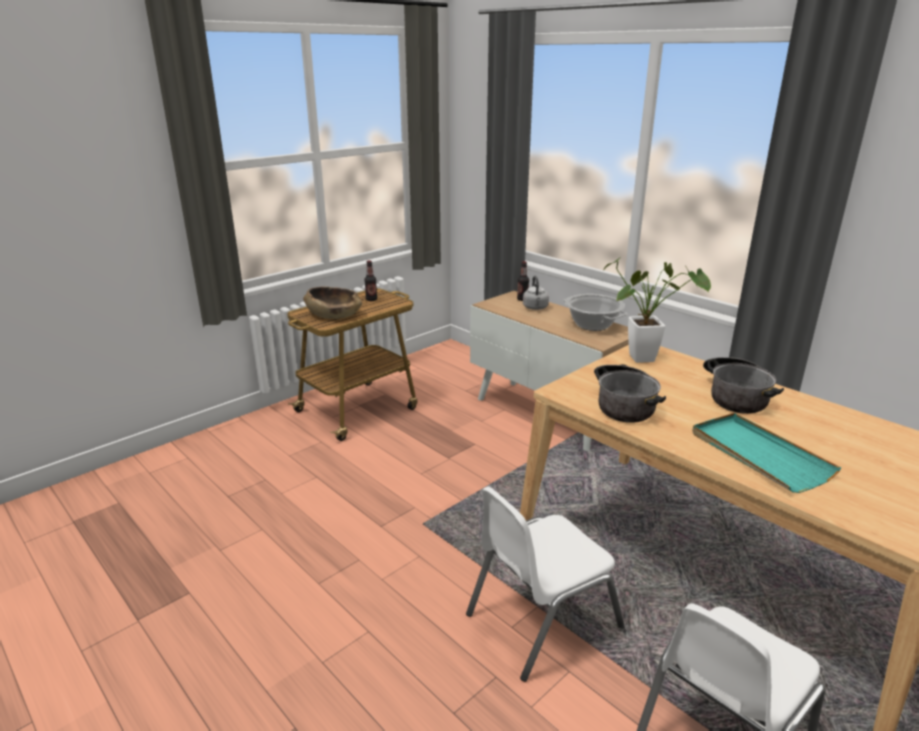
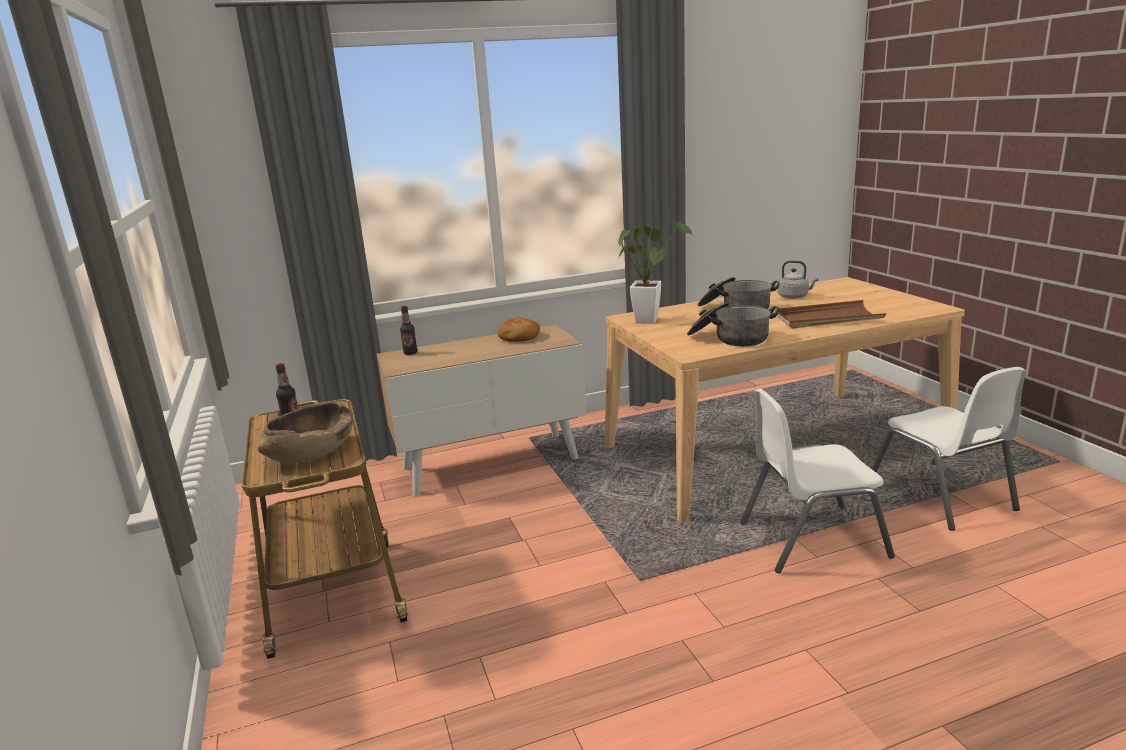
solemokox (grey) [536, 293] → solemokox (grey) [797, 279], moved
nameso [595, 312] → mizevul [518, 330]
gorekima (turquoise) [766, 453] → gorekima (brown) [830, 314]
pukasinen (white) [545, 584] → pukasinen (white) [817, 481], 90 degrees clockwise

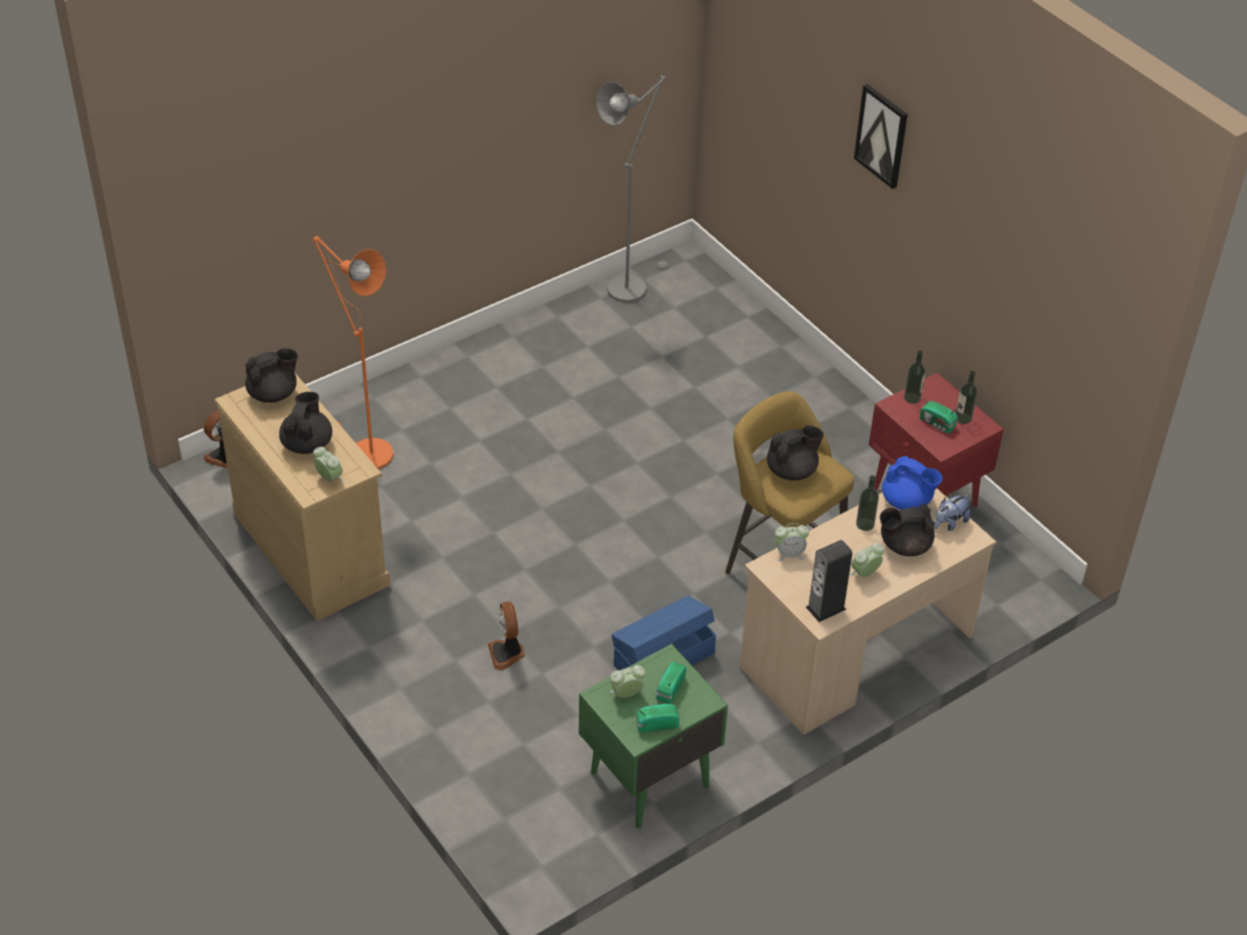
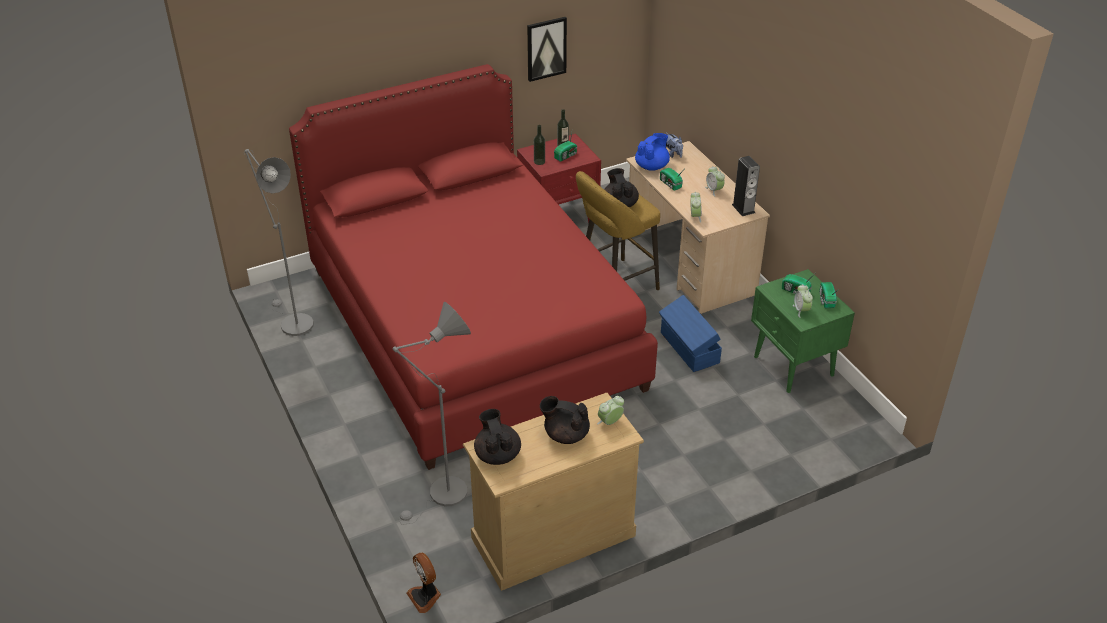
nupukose [506, 636] → -
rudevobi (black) [907, 529] → -
- → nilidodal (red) [473, 267]
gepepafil [881, 136] → gepepafil [547, 49], moved
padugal [867, 503] → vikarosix [671, 179]
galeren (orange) [353, 352] → galeren (grey) [431, 413]

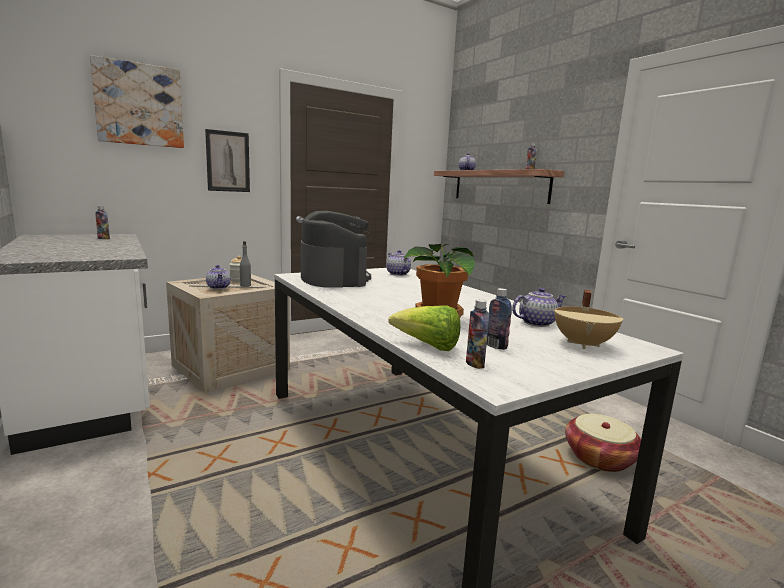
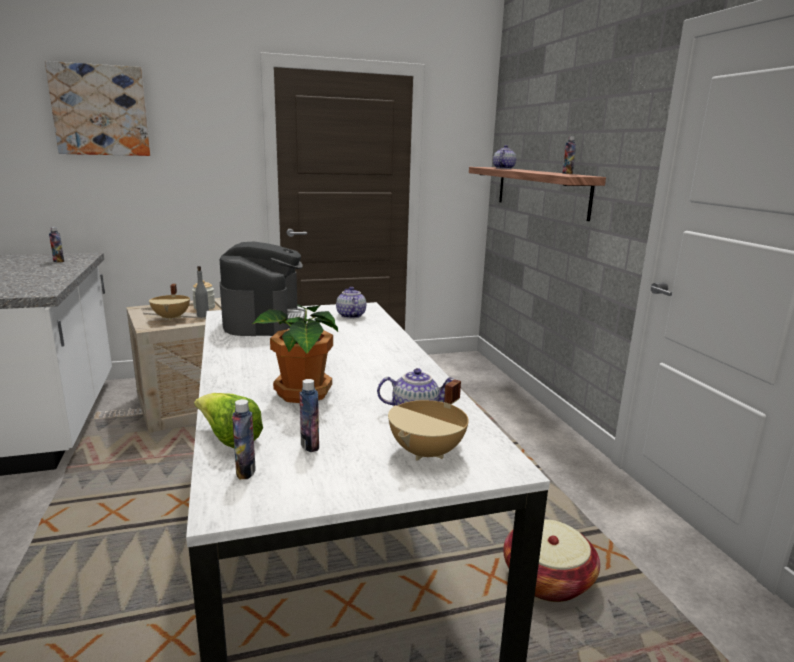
gepepafil [227, 160] → -
rudevobi [218, 277] → nameso (beige) [169, 302]

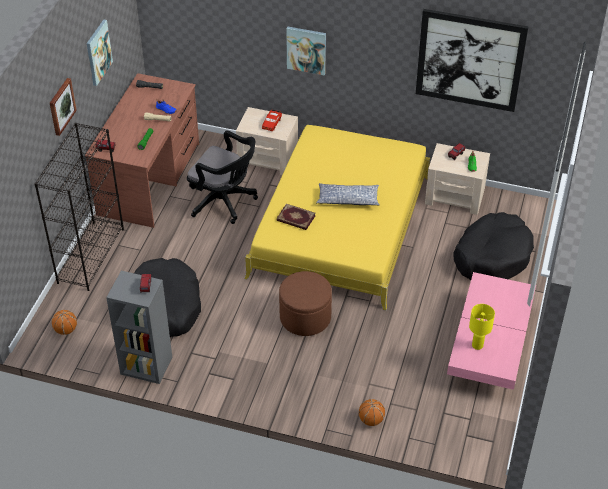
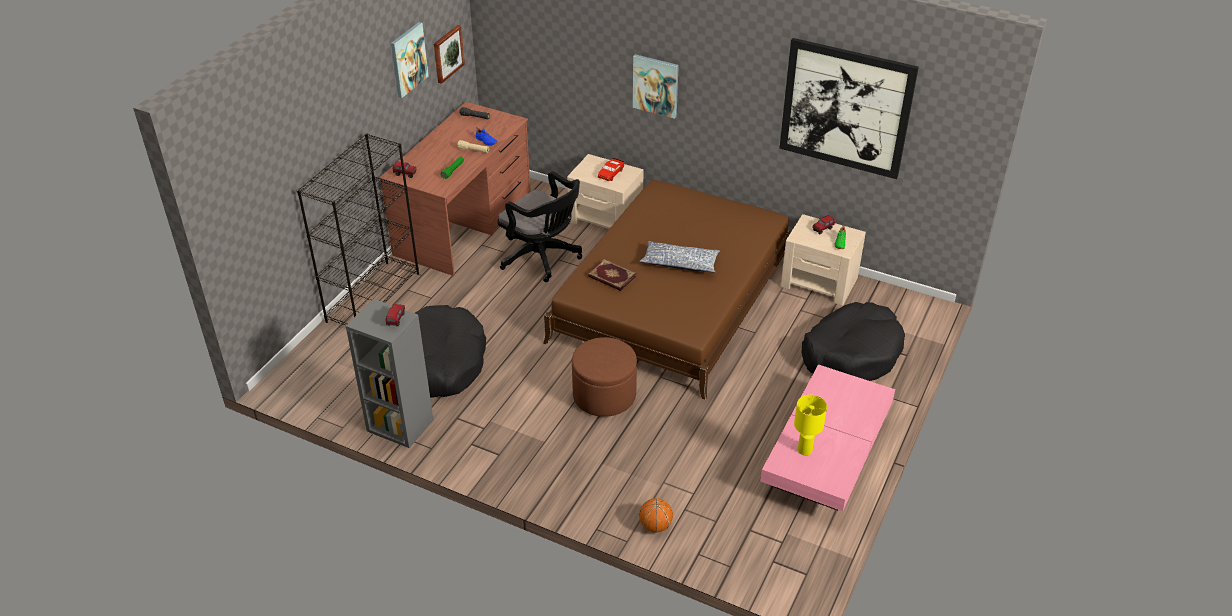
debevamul [64, 322] → -
gepepafil [63, 107] → gepepafil [449, 54], moved
nilidodal (yellow) [337, 217] → nilidodal (brown) [667, 290]

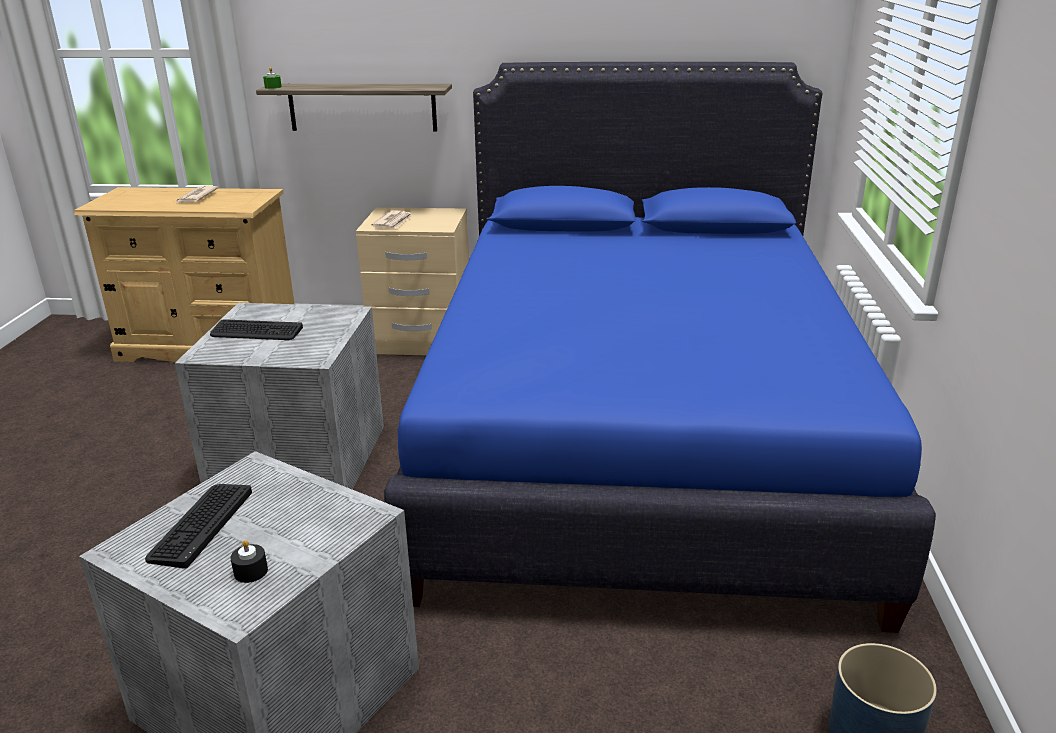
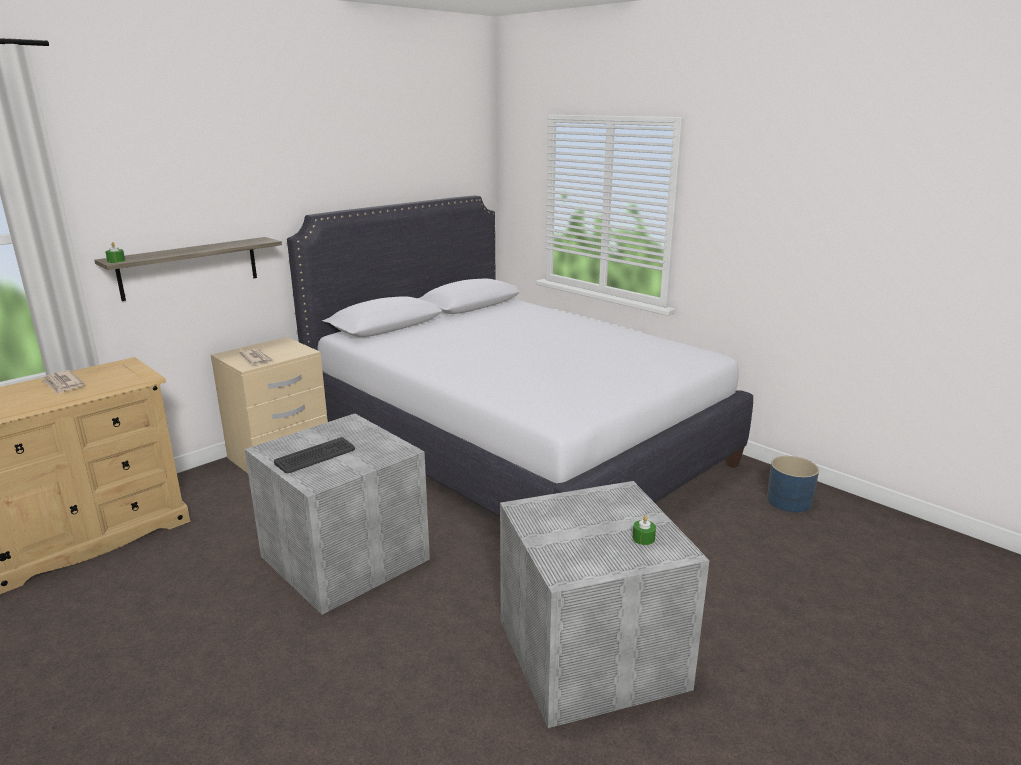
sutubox [198, 526] → -
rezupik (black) [249, 561] → rezupik (green) [644, 530]
nilidodal (blue) [660, 347] → nilidodal (white) [520, 356]

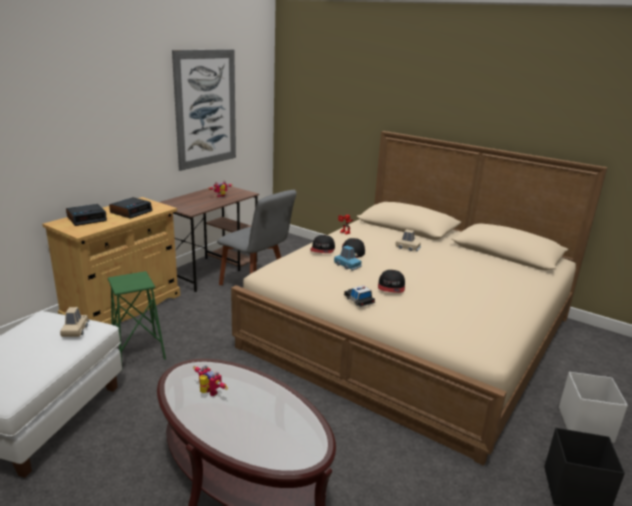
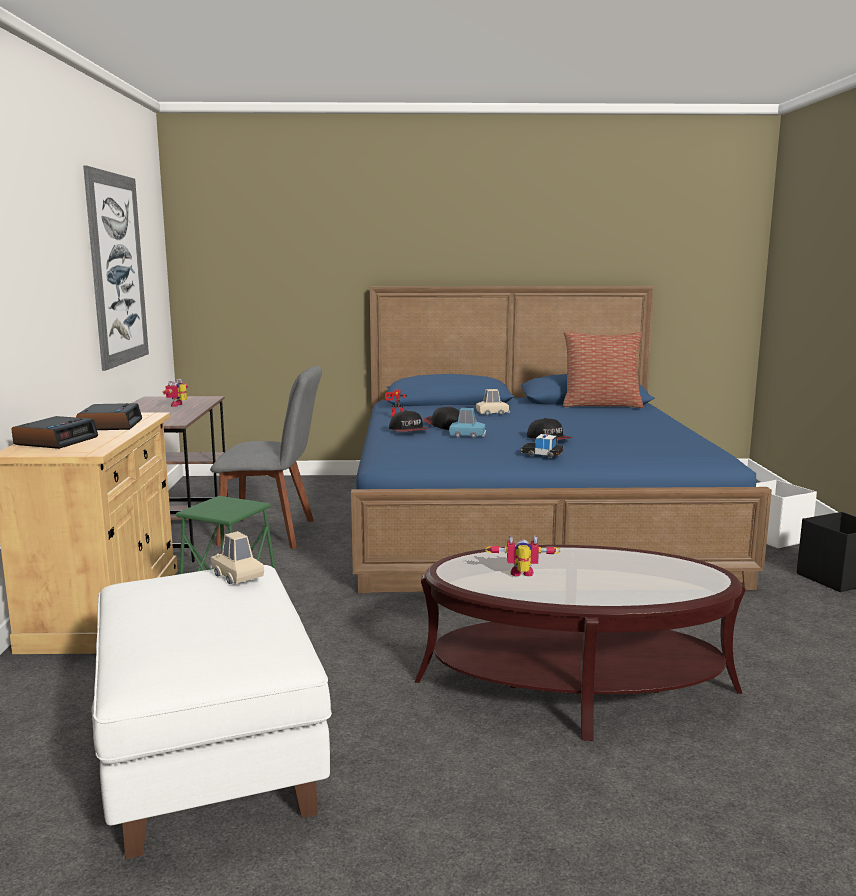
- → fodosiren [603, 369]
nilidodal (beige) [419, 298] → nilidodal (blue) [561, 439]

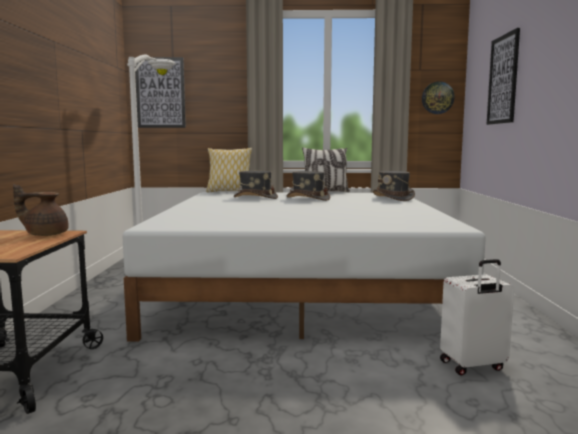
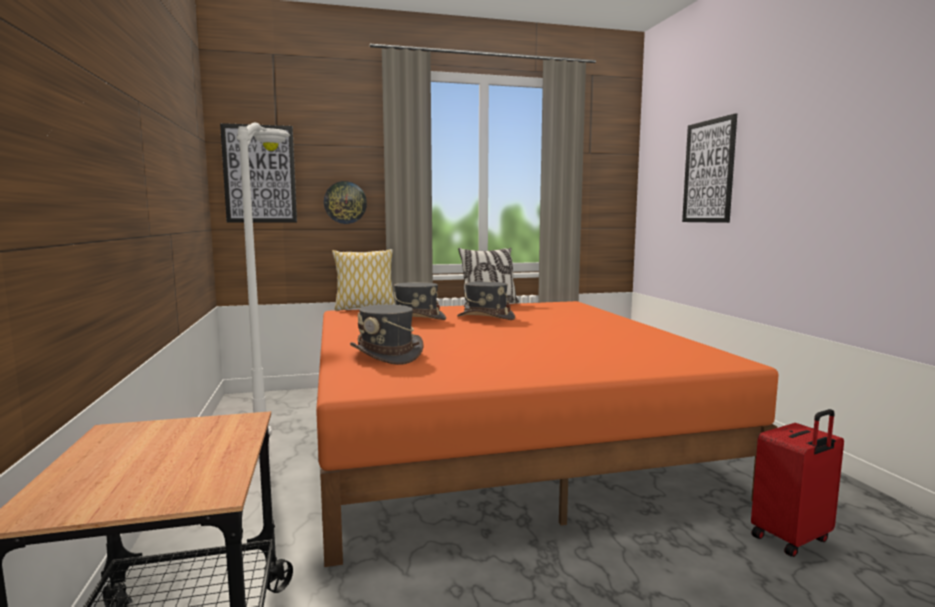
rudevobi (brown) [41, 210] → -
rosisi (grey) [394, 186] → rosisi (grey) [387, 334], moved
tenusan [438, 97] → tenusan [345, 202], moved
nilidodal (white) [304, 267] → nilidodal (orange) [547, 434]
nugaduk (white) [477, 317] → nugaduk (red) [797, 483]

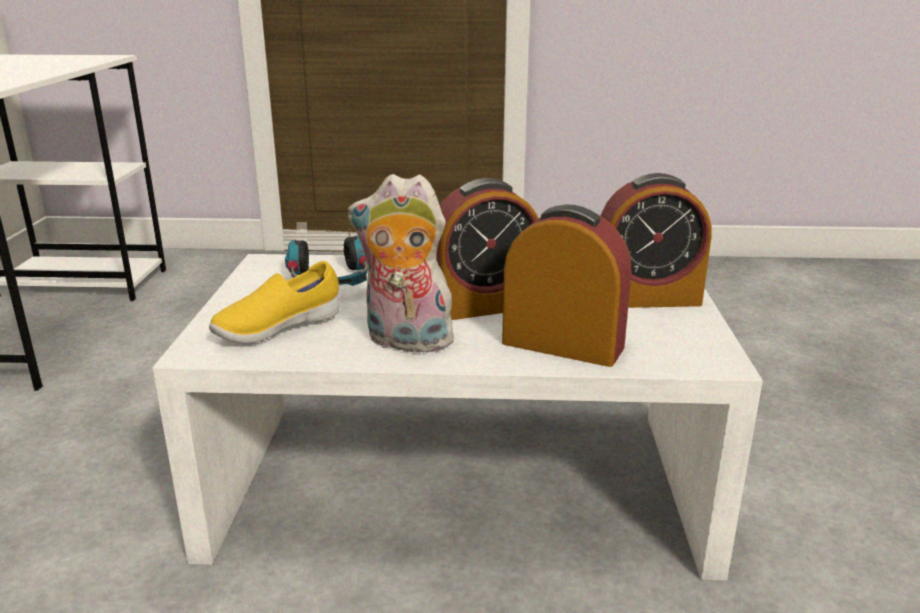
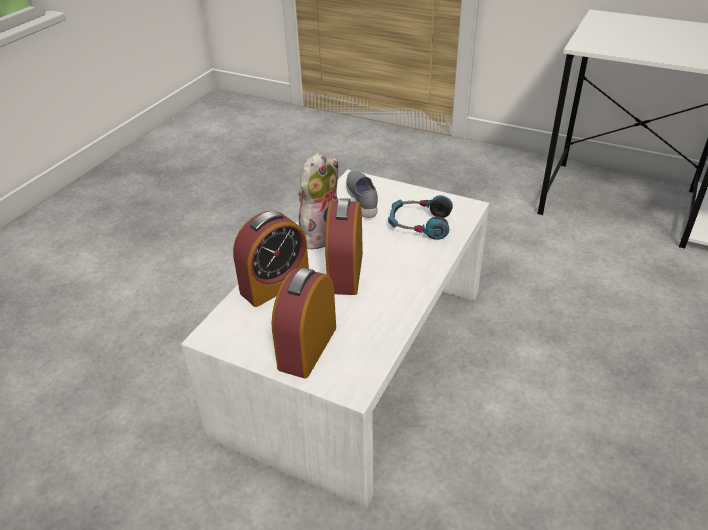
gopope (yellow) [274, 302] → gopope (grey) [362, 194]

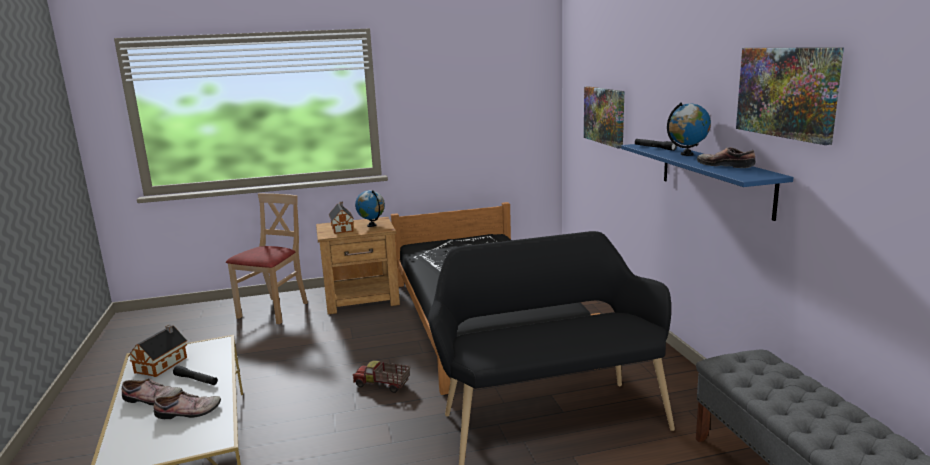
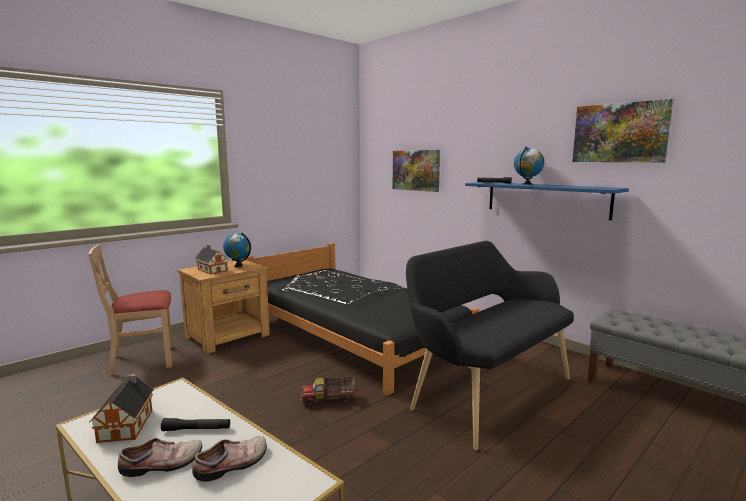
gopope [726, 157] → -
pukasinen (beige) [267, 258] → pukasinen (beige) [131, 310], 105 degrees counterclockwise

